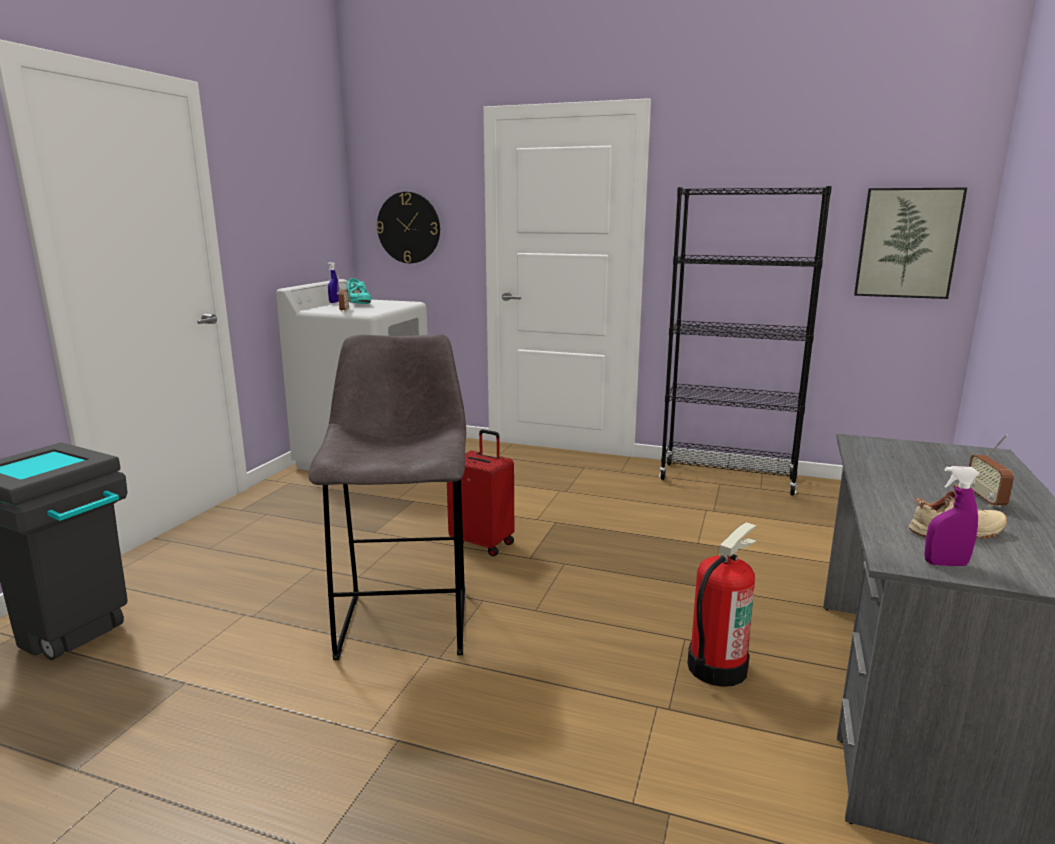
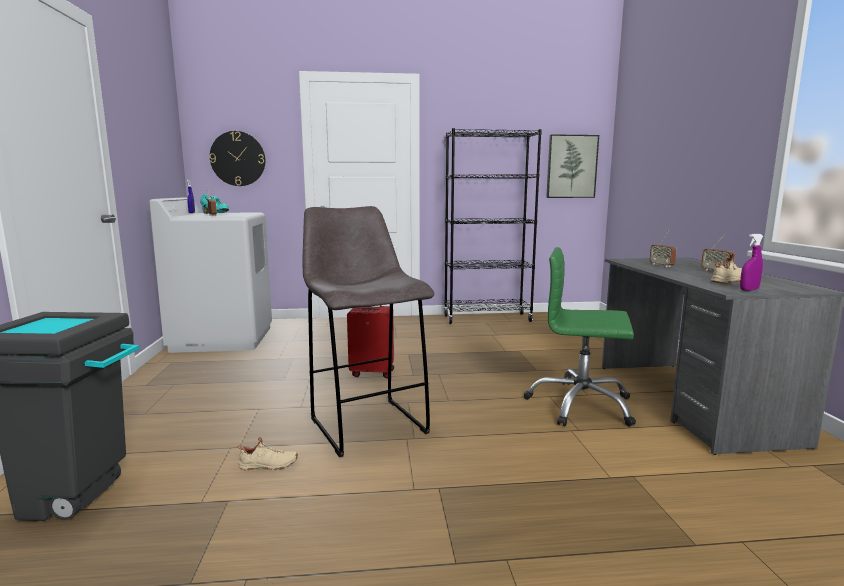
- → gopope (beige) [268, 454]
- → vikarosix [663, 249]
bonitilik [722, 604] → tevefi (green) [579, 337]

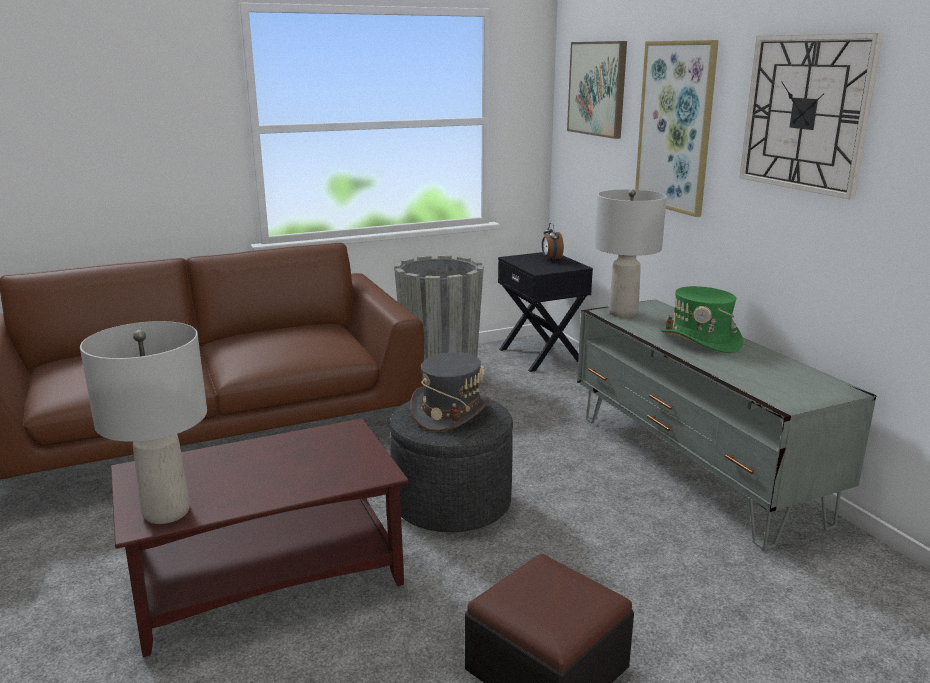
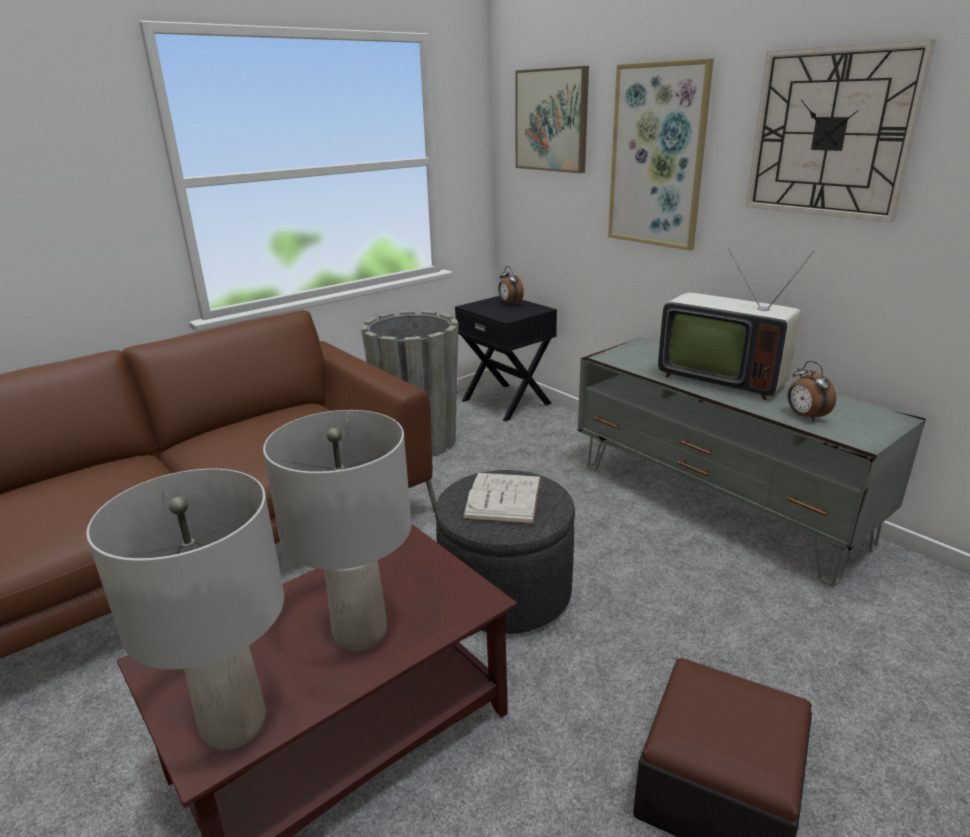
- → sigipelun [811, 391]
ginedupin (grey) [631, 253] → ginedupin (grey) [337, 530], moved
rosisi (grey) [451, 392] → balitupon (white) [502, 498]
rosisi (green) [702, 319] → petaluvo [736, 324]

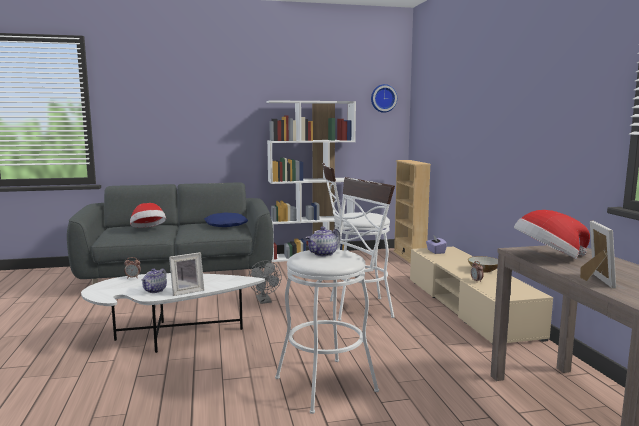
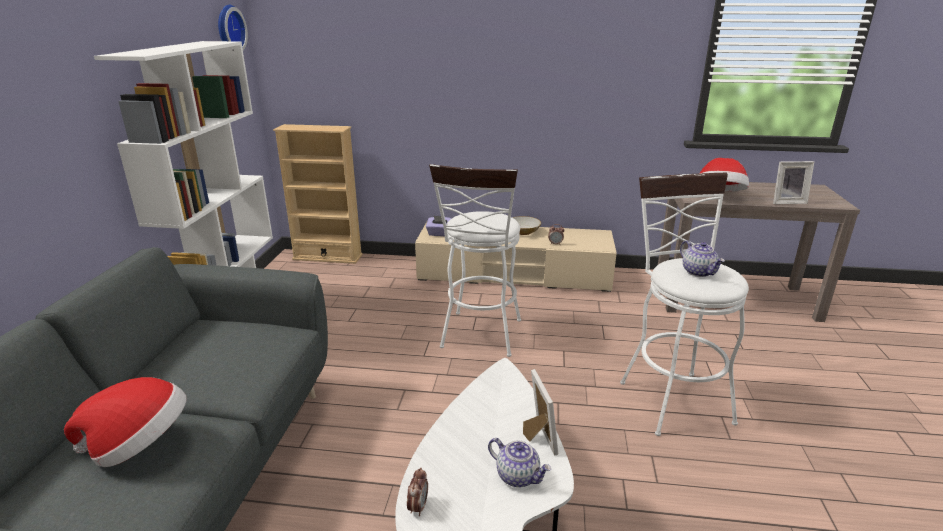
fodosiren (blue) [226, 220] → -
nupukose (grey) [265, 282] → -
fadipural [598, 254] → fadipural [793, 182], 150 degrees clockwise

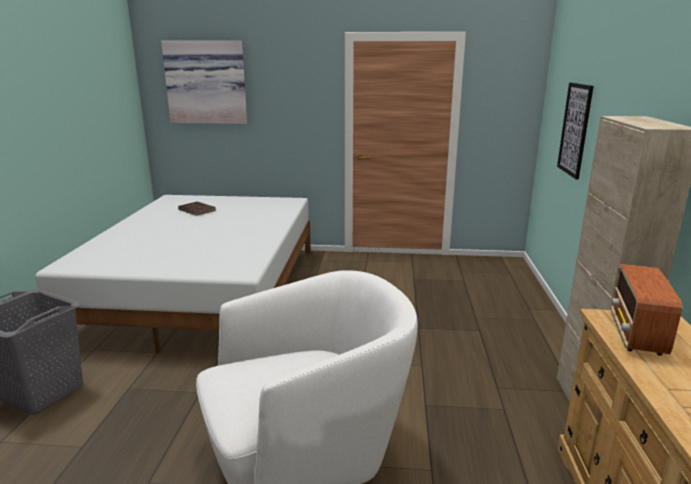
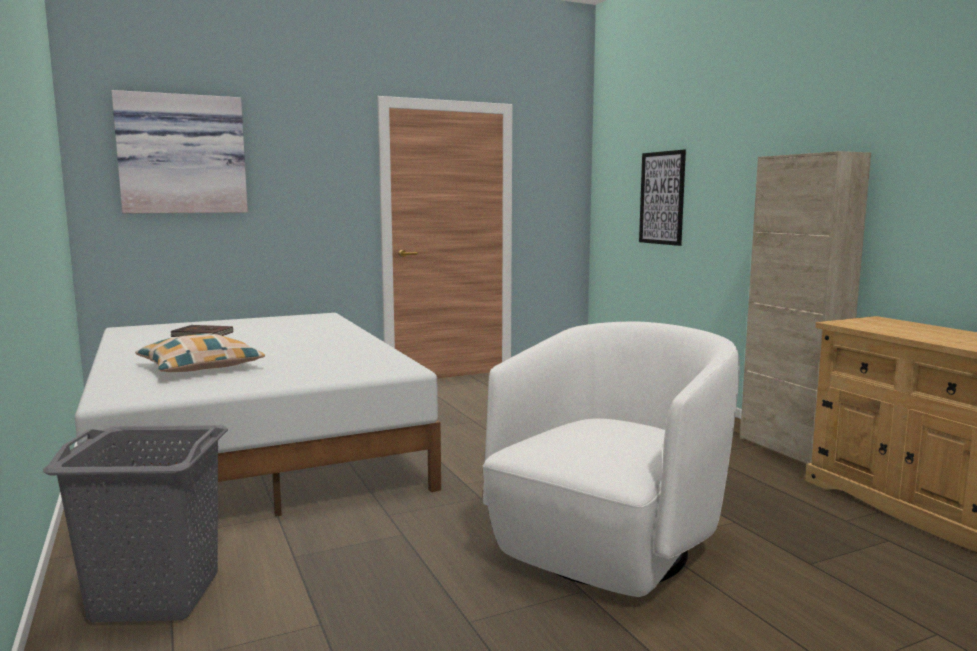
vikarosix [646, 310] → -
- → fodosiren [200, 352]

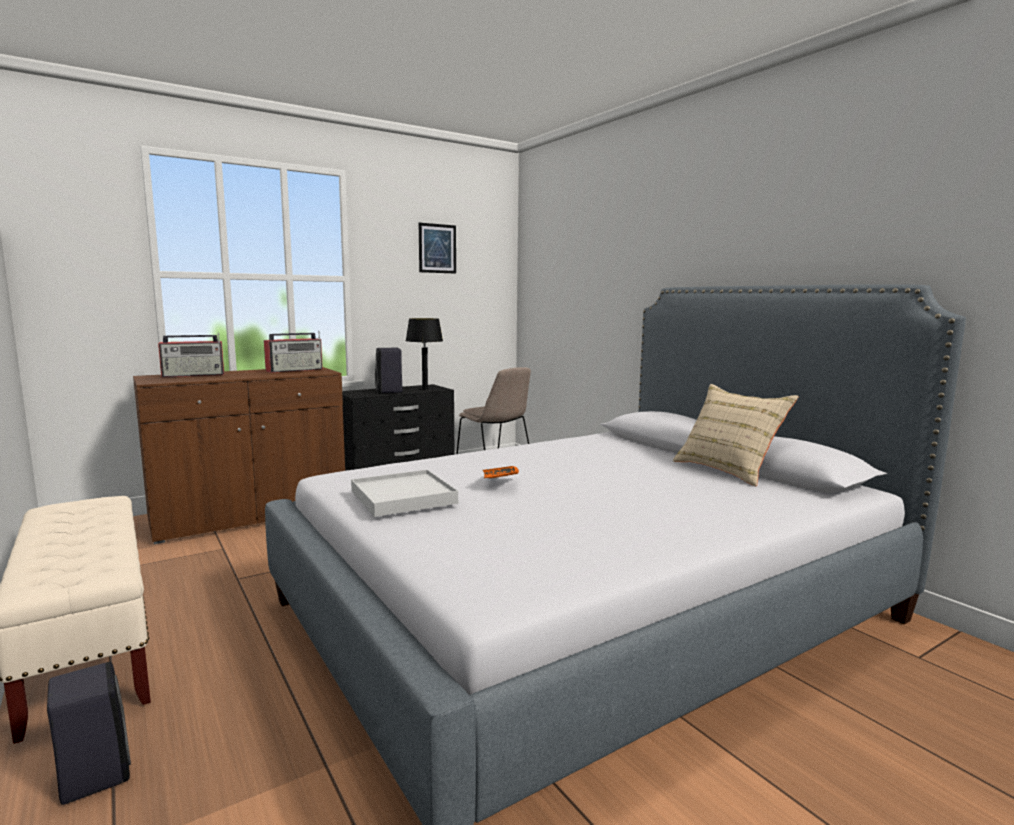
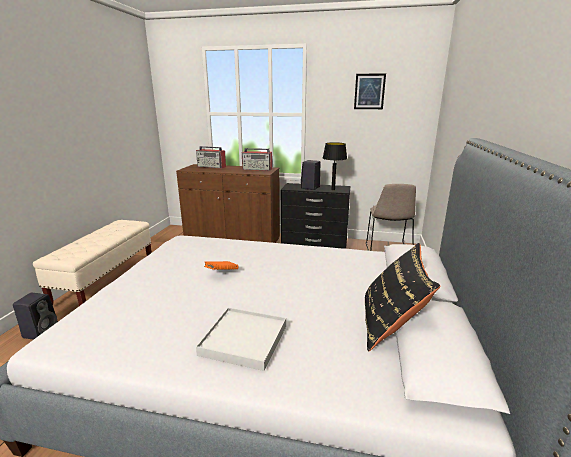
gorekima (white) [404, 493] → gorekima (white) [241, 339], moved
fodosiren (beige) [736, 435] → fodosiren (black) [403, 297]

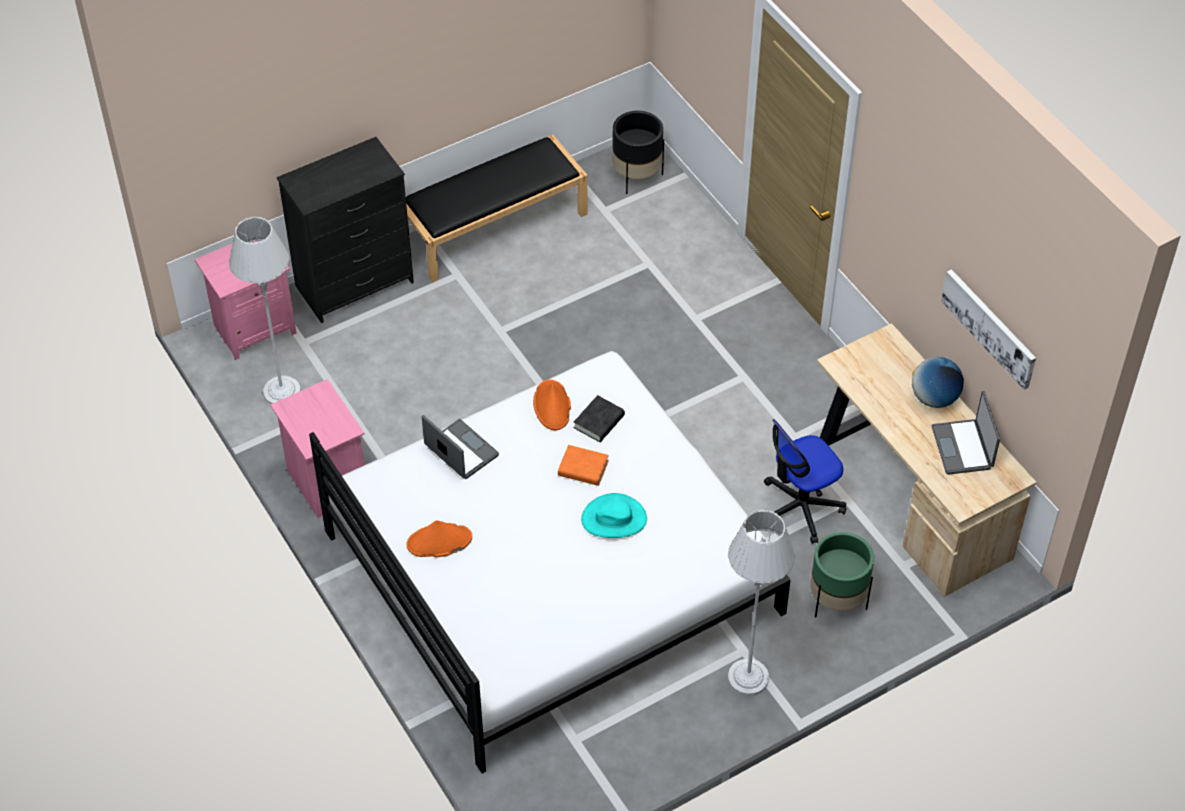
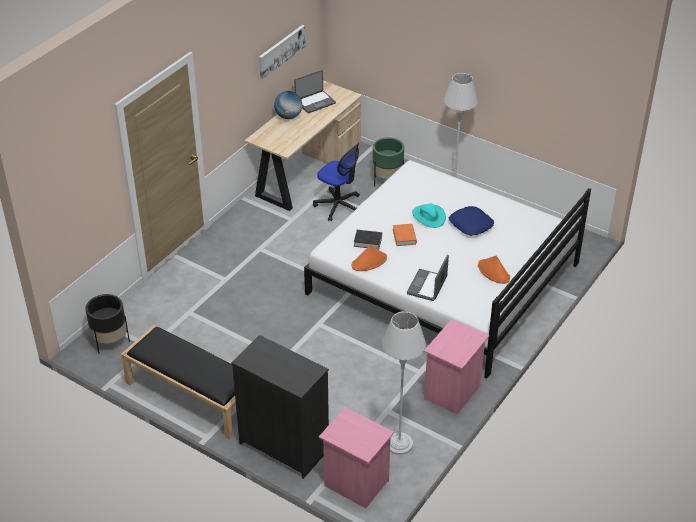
- → fodosiren (blue) [471, 221]

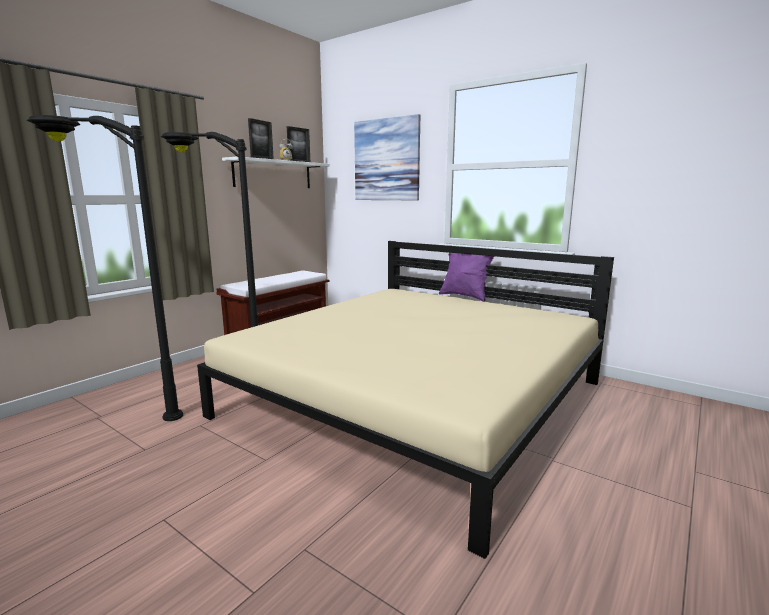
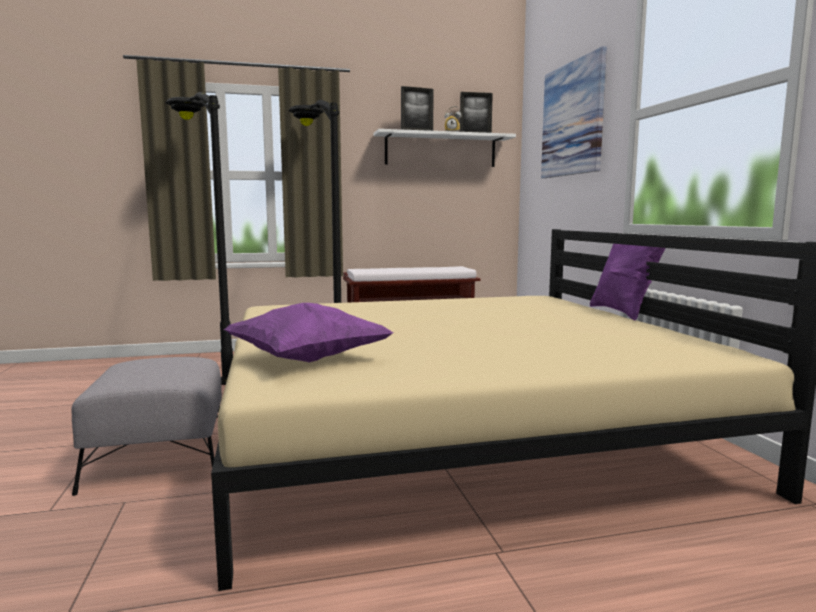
- → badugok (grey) [146, 426]
- → fodosiren (purple) [308, 332]

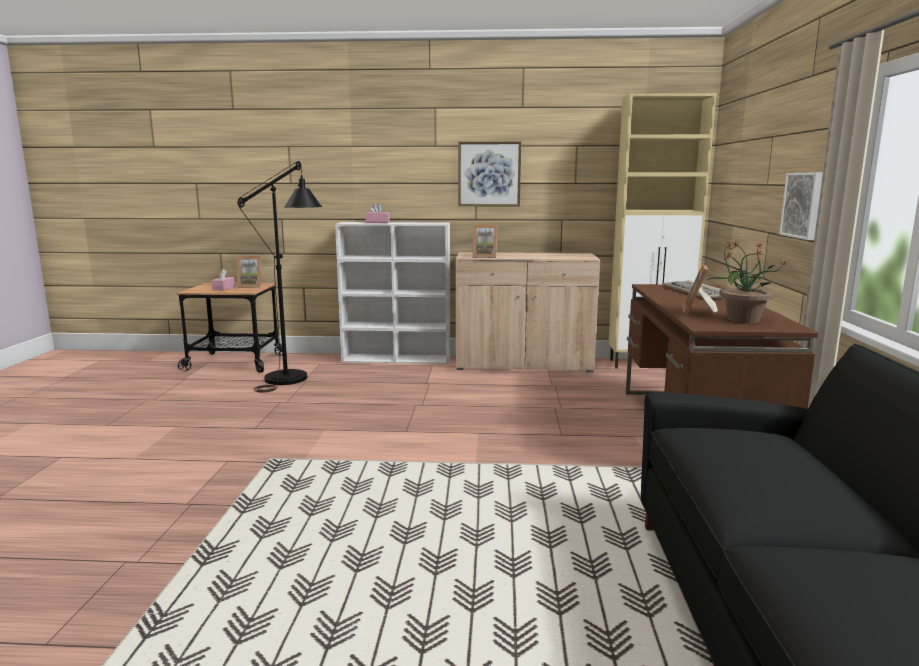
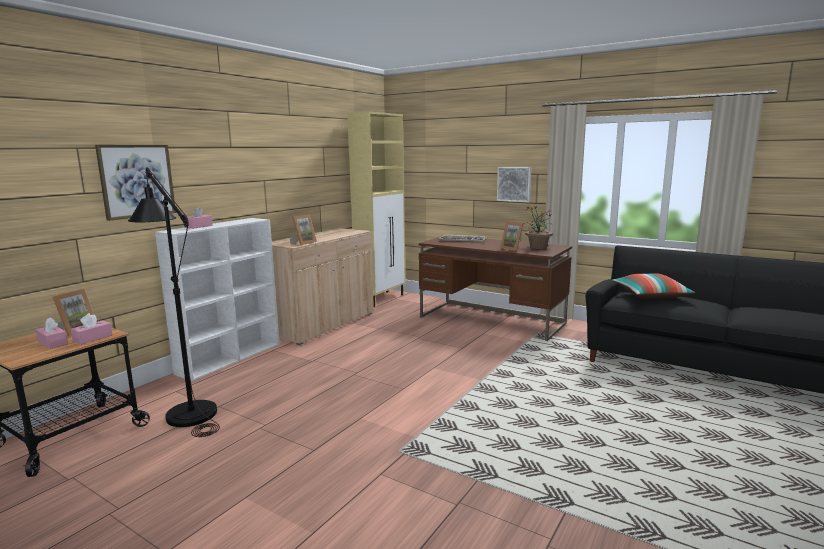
- → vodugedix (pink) [91, 329]
- → fodosiren [654, 286]
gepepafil [489, 174] → gepepafil [135, 183], moved

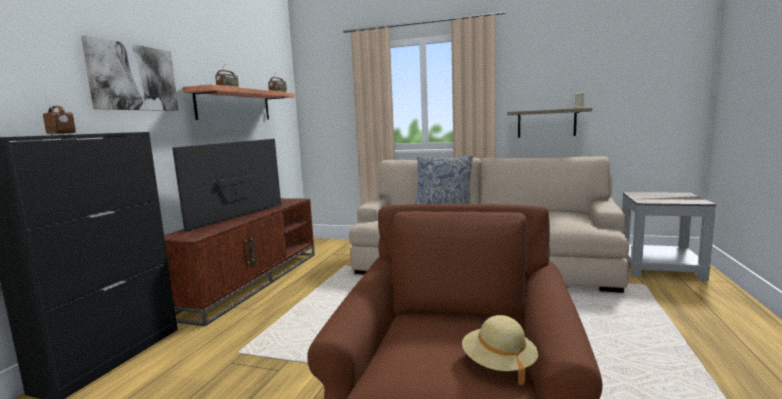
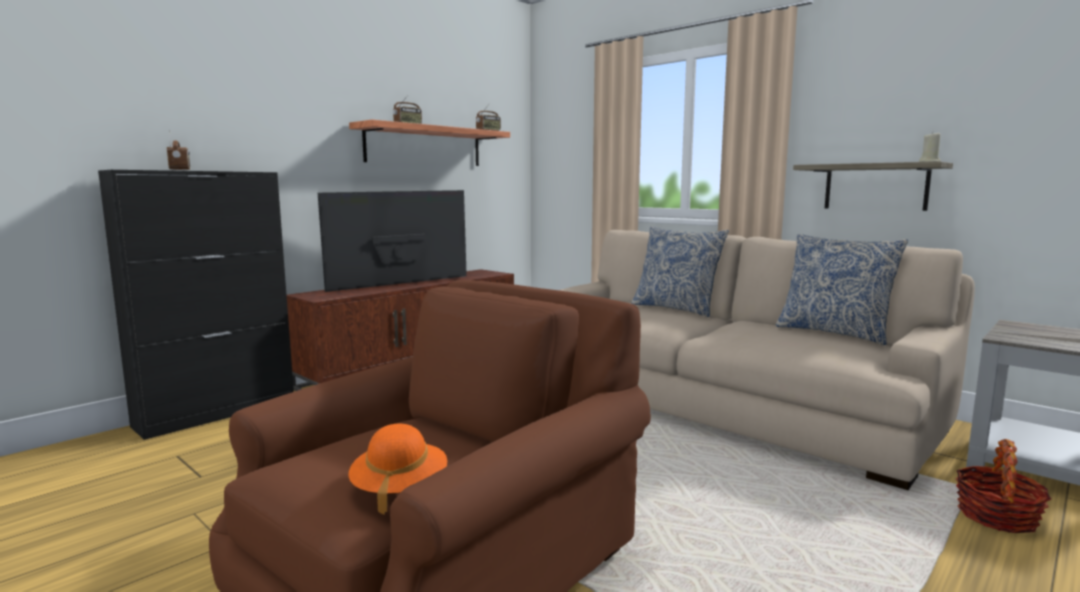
gepepafil [130, 73] → -
- → fodosiren [842, 289]
- → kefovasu [1003, 486]
rosisi (beige) [500, 350] → rosisi (orange) [397, 469]

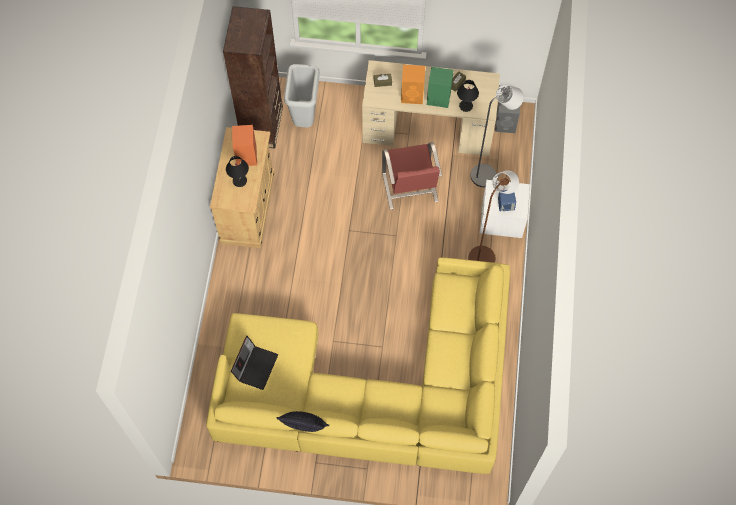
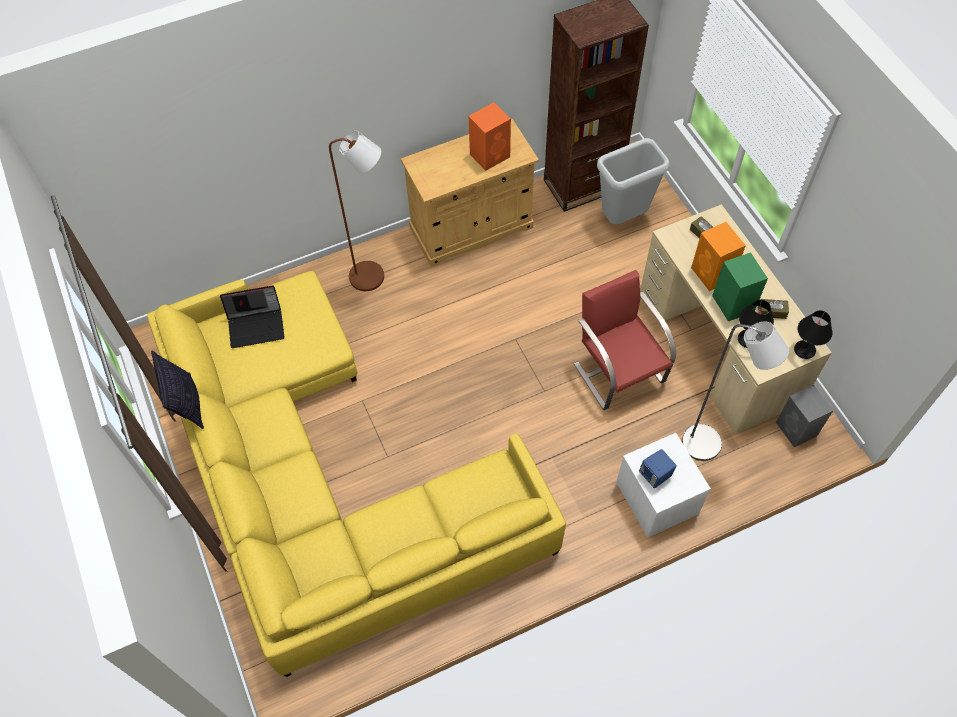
ginedupin (black) [237, 171] → ginedupin (black) [813, 335], moved
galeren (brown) [494, 216] → galeren (brown) [356, 211], moved
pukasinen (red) [412, 176] → pukasinen (red) [625, 340], 105 degrees clockwise

